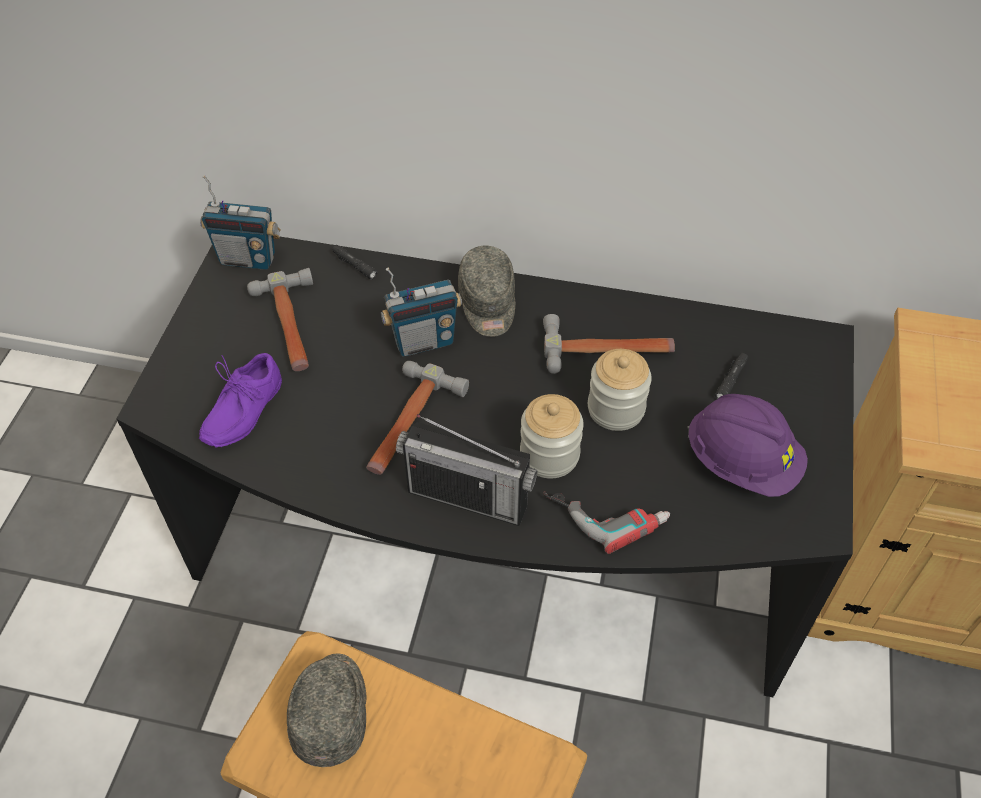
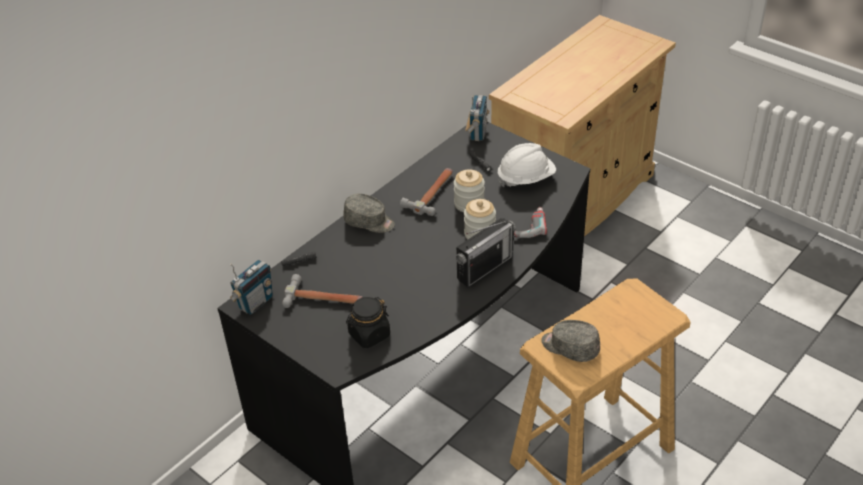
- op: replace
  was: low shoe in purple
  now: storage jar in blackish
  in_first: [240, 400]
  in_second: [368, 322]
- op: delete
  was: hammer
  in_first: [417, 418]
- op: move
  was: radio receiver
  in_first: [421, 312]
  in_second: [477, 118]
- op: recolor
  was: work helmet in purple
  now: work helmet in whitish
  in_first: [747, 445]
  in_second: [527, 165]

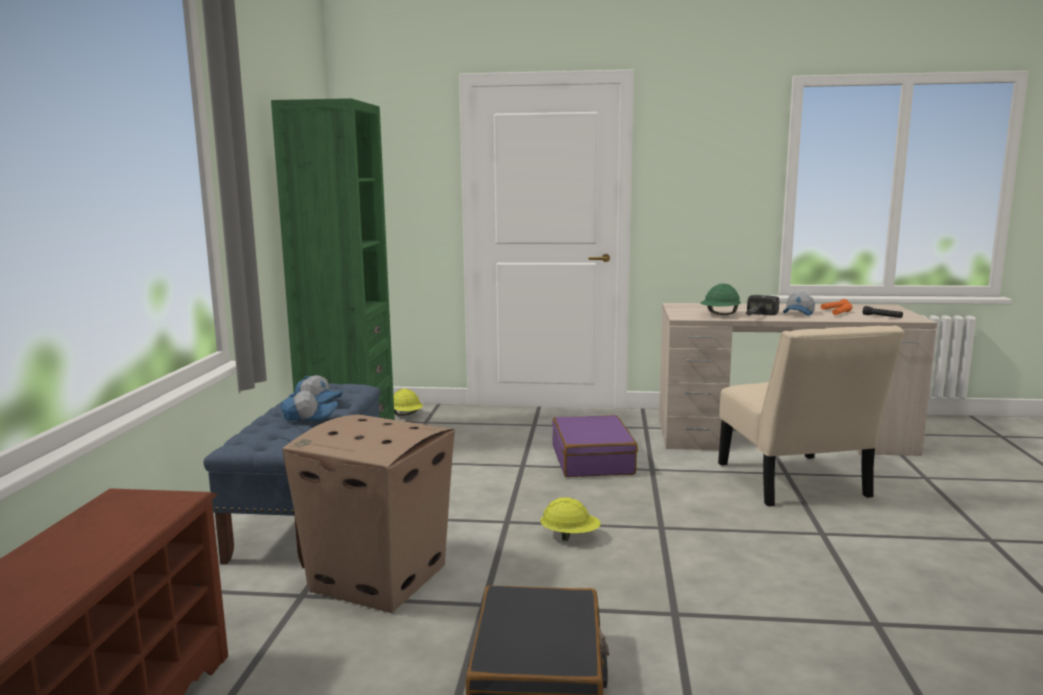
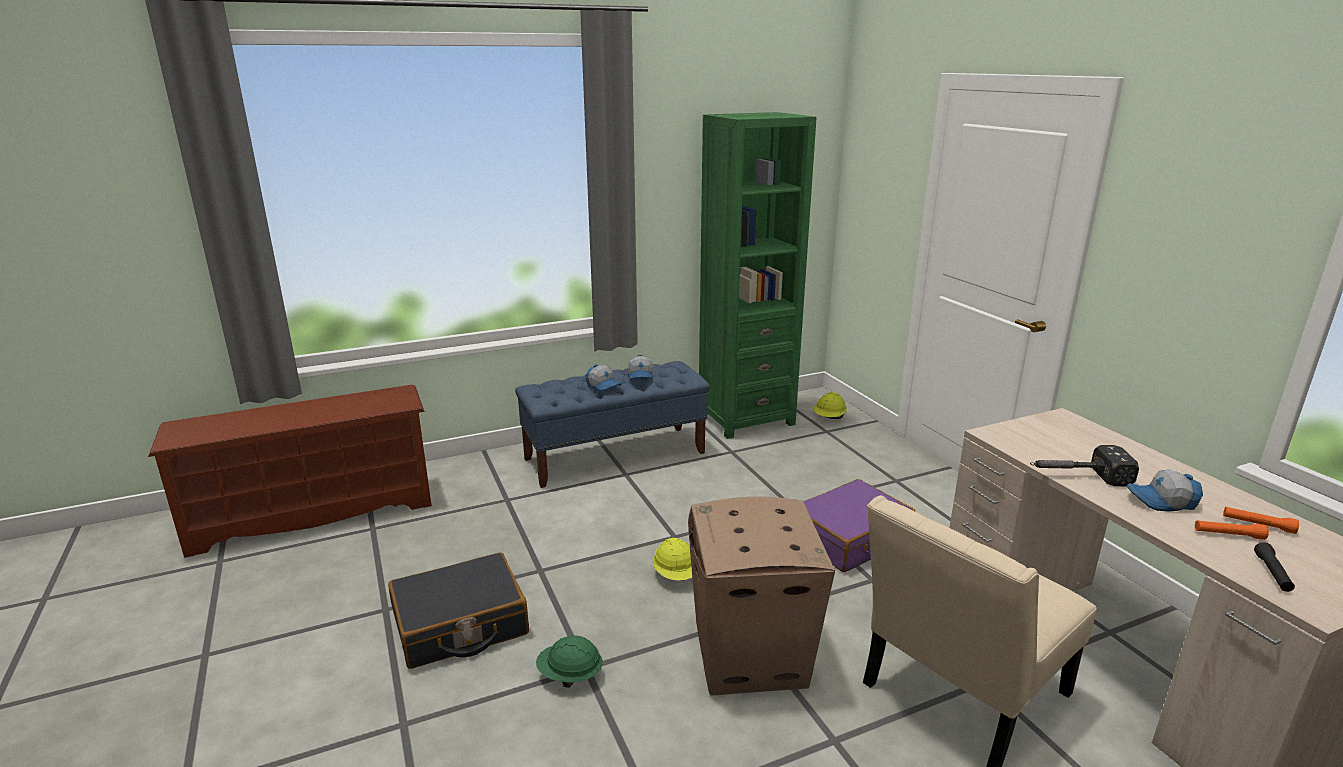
- op: move
  was: carton
  in_first: [368, 513]
  in_second: [761, 596]
- op: move
  was: work helmet in greenish
  in_first: [720, 299]
  in_second: [569, 661]

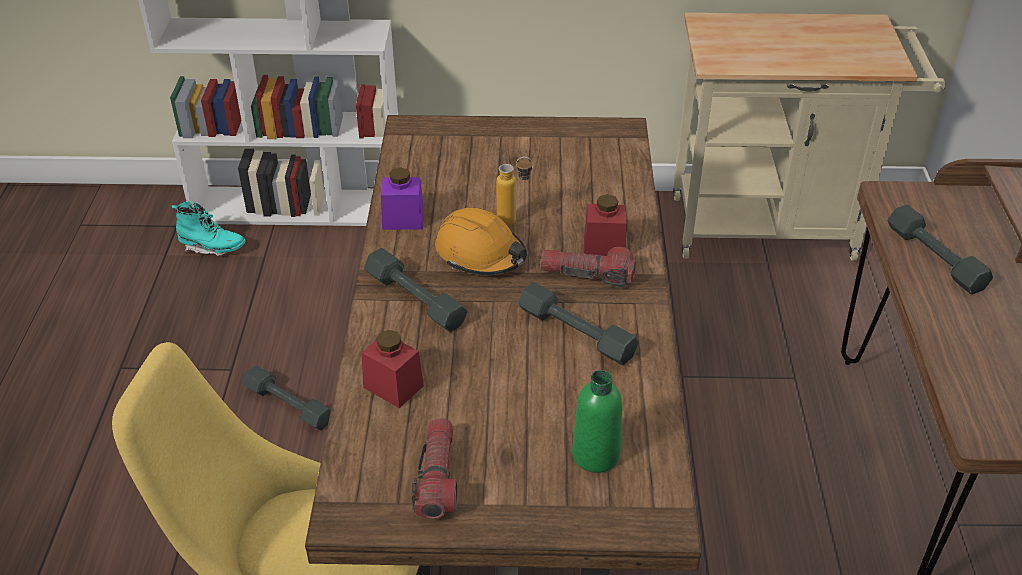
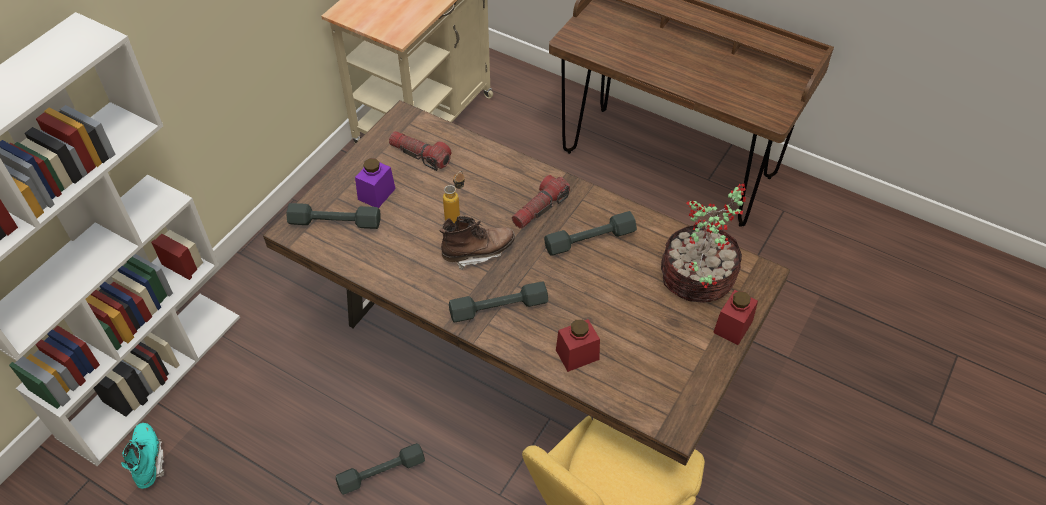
- op: rotate
  was: boot in turquoise-coloured
  in_first: [209, 228]
  in_second: [142, 456]
  clockwise: -60
- op: move
  was: storage jar in purple
  in_first: [402, 198]
  in_second: [375, 183]
- op: move
  was: hand torch
  in_first: [434, 468]
  in_second: [420, 151]
- op: replace
  was: work helmet in orangey
  now: boot in brown
  in_first: [481, 241]
  in_second: [477, 243]
- op: replace
  was: beverage bottle in greenish
  now: potted plant
  in_first: [597, 421]
  in_second: [703, 243]
- op: move
  was: storage jar in red
  in_first: [605, 225]
  in_second: [735, 317]
- op: move
  was: hand weight in grey
  in_first: [940, 250]
  in_second: [333, 216]

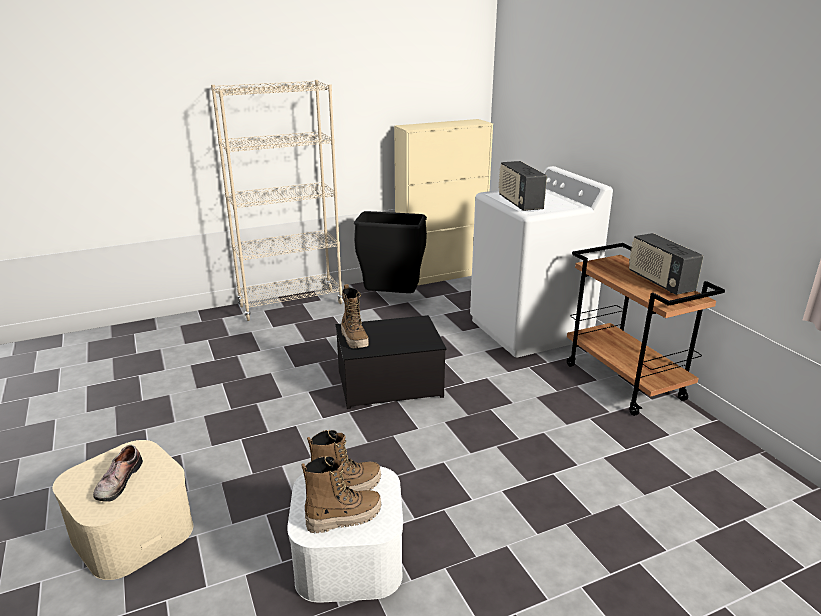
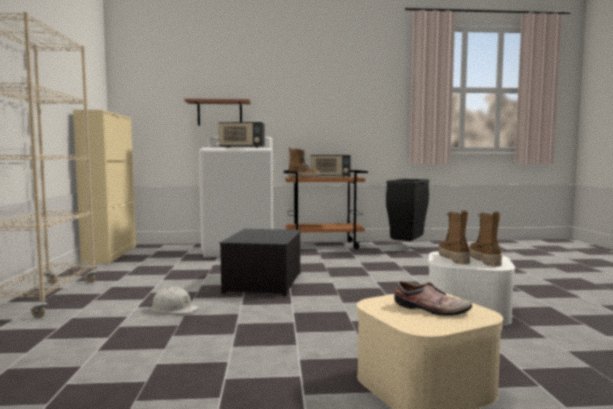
- op: move
  was: boot
  in_first: [355, 316]
  in_second: [304, 162]
- op: move
  was: trash can in blackish
  in_first: [390, 252]
  in_second: [408, 210]
- op: insert
  now: work helmet in whitish
  in_second: [174, 300]
- op: insert
  now: shelf
  in_second: [217, 111]

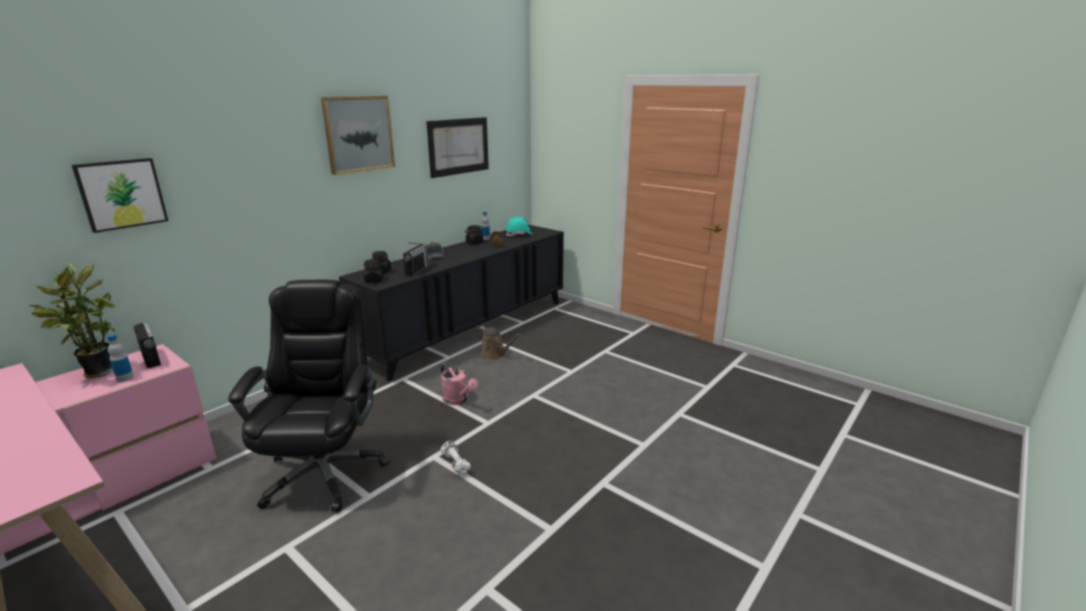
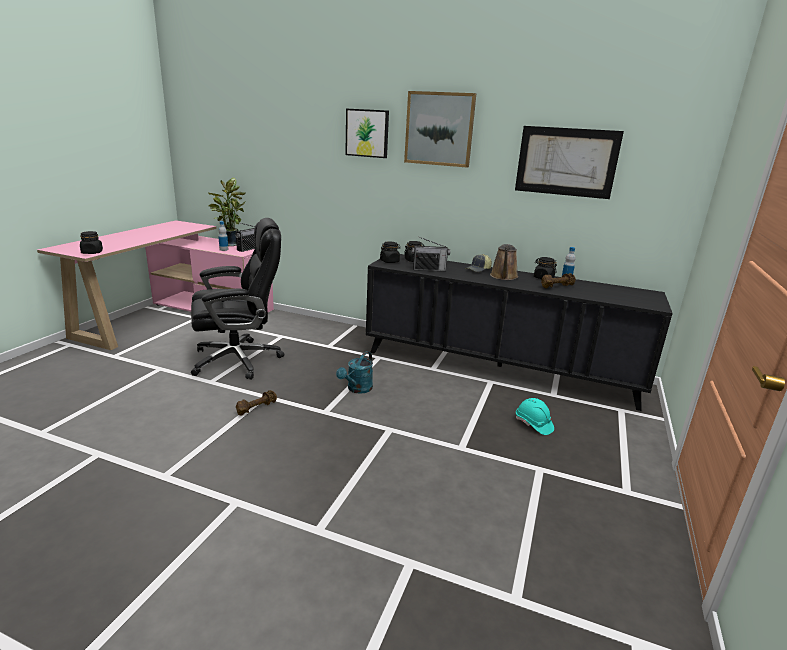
- op: move
  was: wall art
  in_first: [120, 195]
  in_second: [367, 133]
- op: recolor
  was: watering can in pink-coloured
  now: watering can in turquoise-coloured
  in_first: [459, 384]
  in_second: [354, 372]
- op: recolor
  was: hand weight in whitish
  now: hand weight in brown
  in_first: [456, 458]
  in_second: [256, 402]
- op: move
  was: watering can in brown
  in_first: [498, 343]
  in_second: [504, 262]
- op: move
  was: work helmet in turquoise-coloured
  in_first: [519, 227]
  in_second: [535, 416]
- op: insert
  now: storage jar in blackish
  in_second: [91, 242]

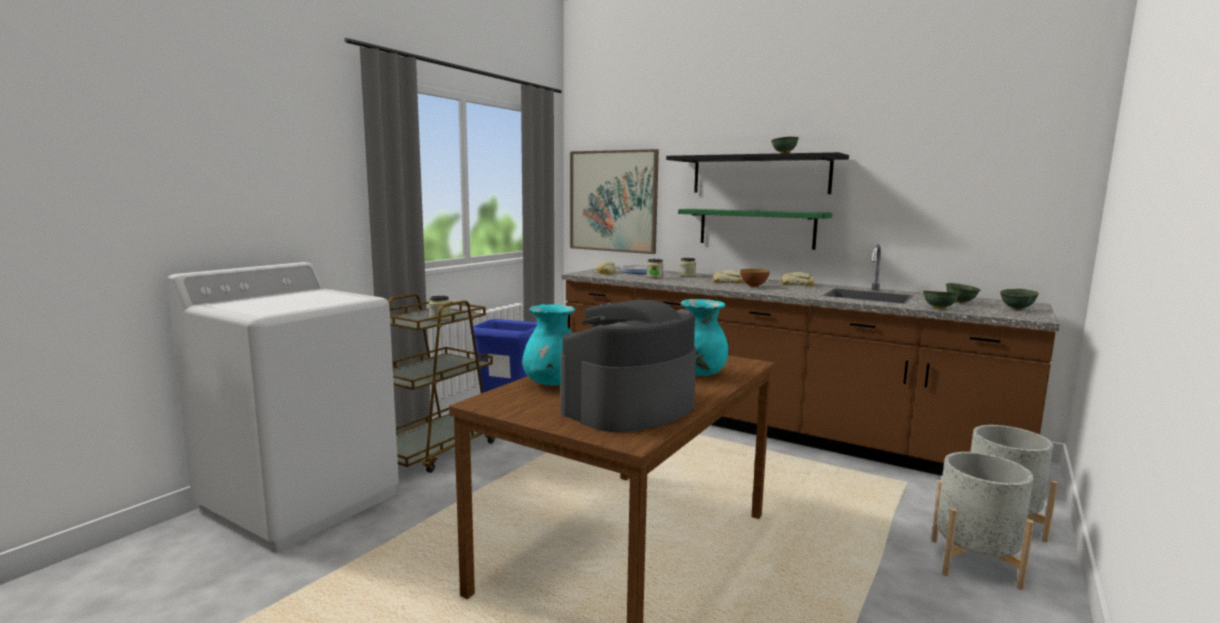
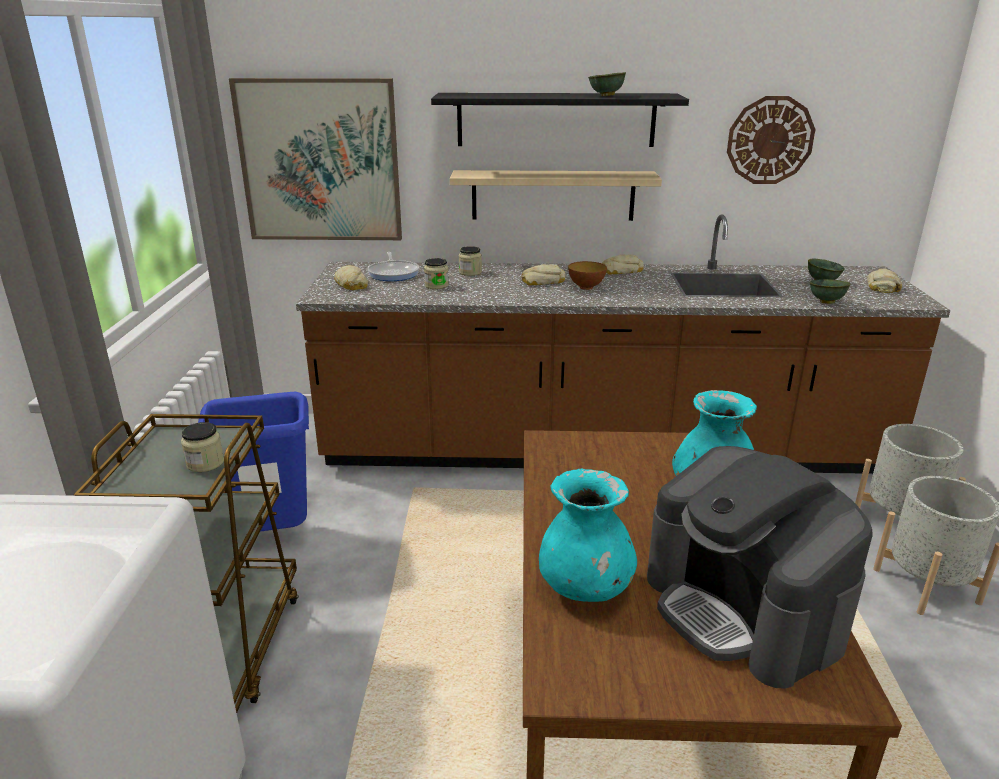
- op: rotate
  was: coffee maker
  in_first: [628, 366]
  in_second: [760, 567]
  clockwise: -45
- op: recolor
  was: shelf in greenish
  now: shelf in sand-coloured
  in_first: [755, 229]
  in_second: [556, 195]
- op: replace
  was: bowl in greenish
  now: bakery bread
  in_first: [1019, 299]
  in_second: [884, 281]
- op: insert
  now: hanging clock
  in_second: [771, 140]

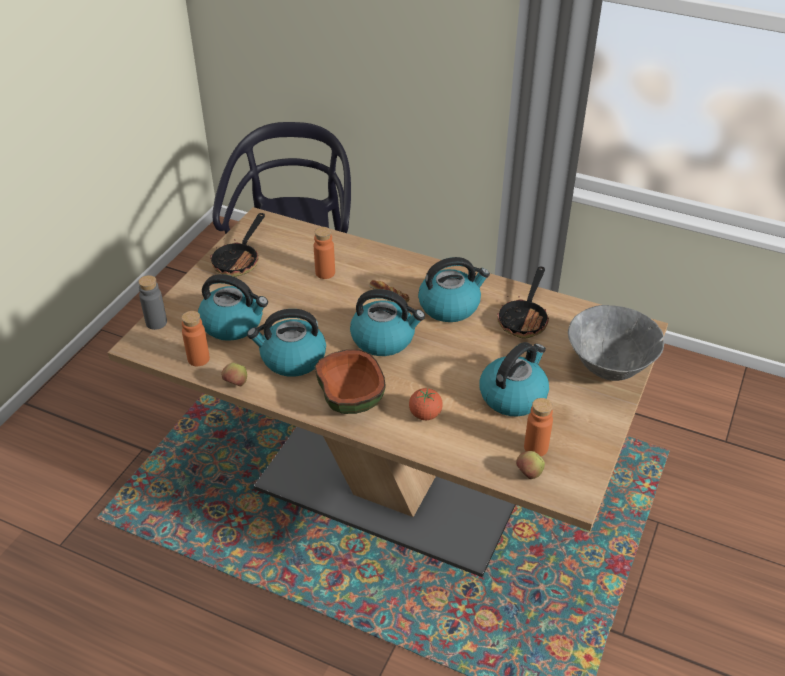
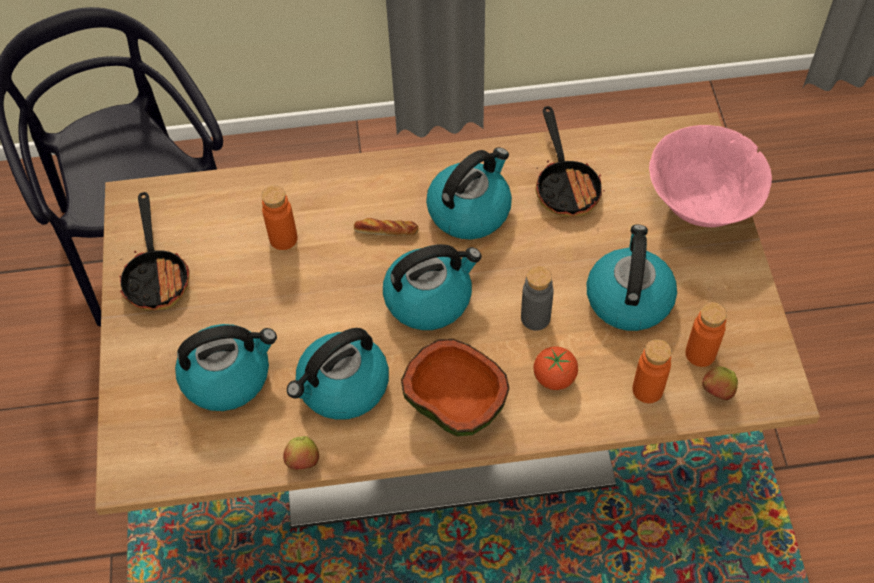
- op: move
  was: beverage bottle in grey
  in_first: [152, 302]
  in_second: [537, 298]
- op: move
  was: beverage bottle in orangey
  in_first: [195, 338]
  in_second: [652, 371]
- op: recolor
  was: bowl in grey
  now: bowl in pink-coloured
  in_first: [616, 343]
  in_second: [710, 176]

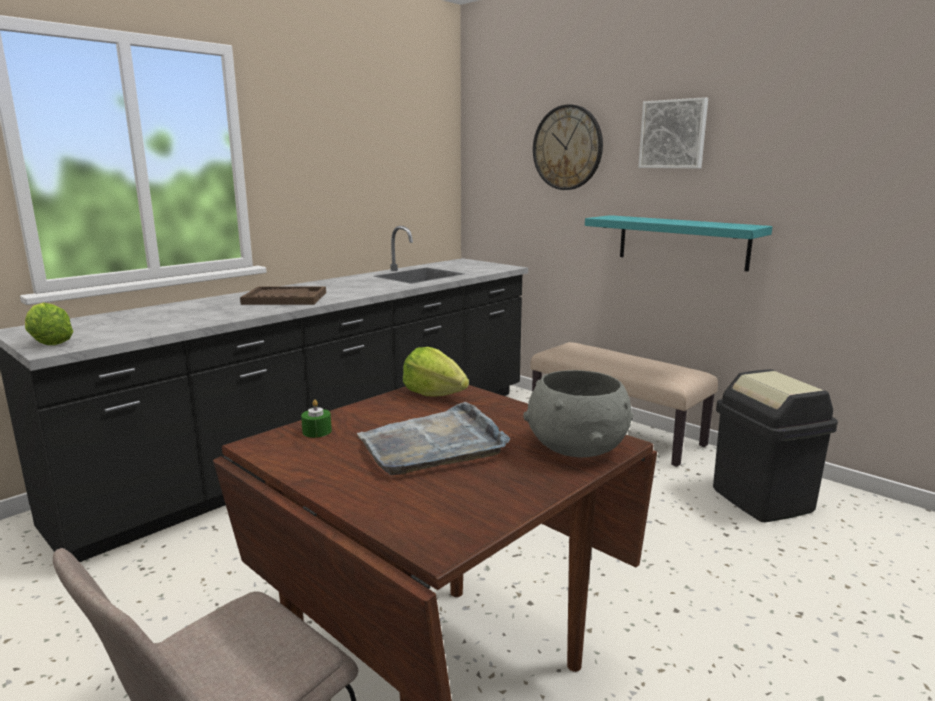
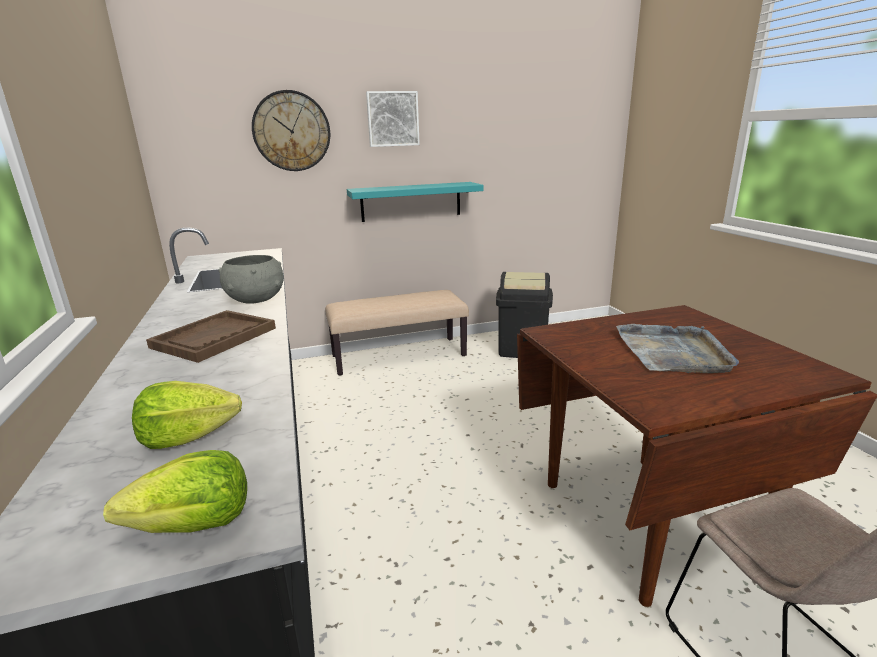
- op: delete
  was: wax candle in greenish
  in_first: [316, 419]
- op: move
  was: head of lettuce
  in_first: [436, 372]
  in_second: [187, 415]
- op: move
  was: bowl in grey
  in_first: [578, 414]
  in_second: [251, 279]

